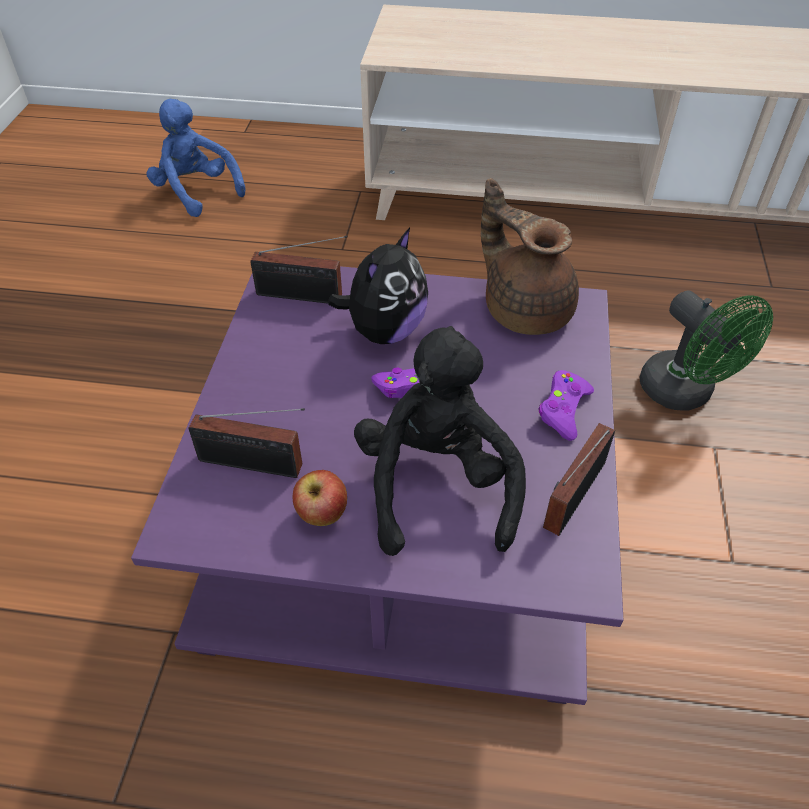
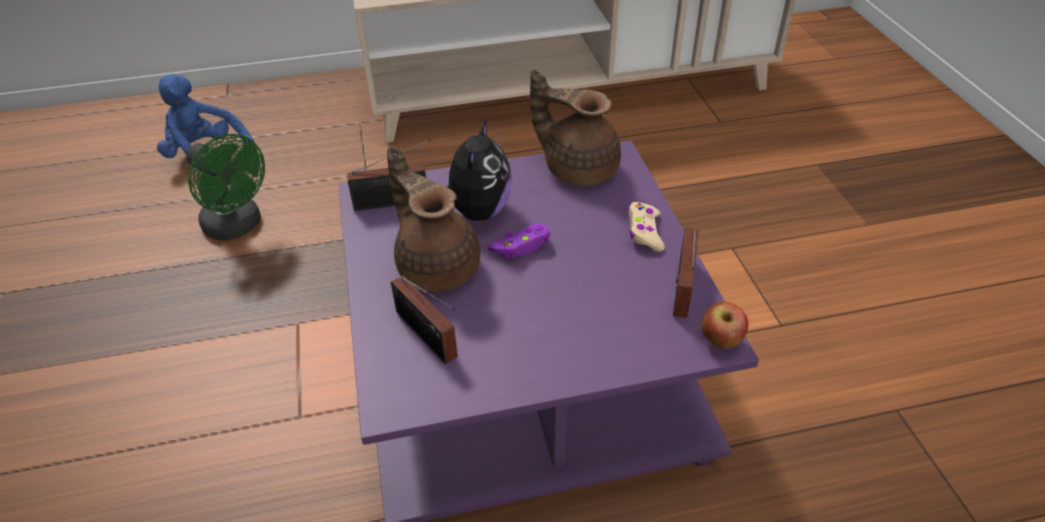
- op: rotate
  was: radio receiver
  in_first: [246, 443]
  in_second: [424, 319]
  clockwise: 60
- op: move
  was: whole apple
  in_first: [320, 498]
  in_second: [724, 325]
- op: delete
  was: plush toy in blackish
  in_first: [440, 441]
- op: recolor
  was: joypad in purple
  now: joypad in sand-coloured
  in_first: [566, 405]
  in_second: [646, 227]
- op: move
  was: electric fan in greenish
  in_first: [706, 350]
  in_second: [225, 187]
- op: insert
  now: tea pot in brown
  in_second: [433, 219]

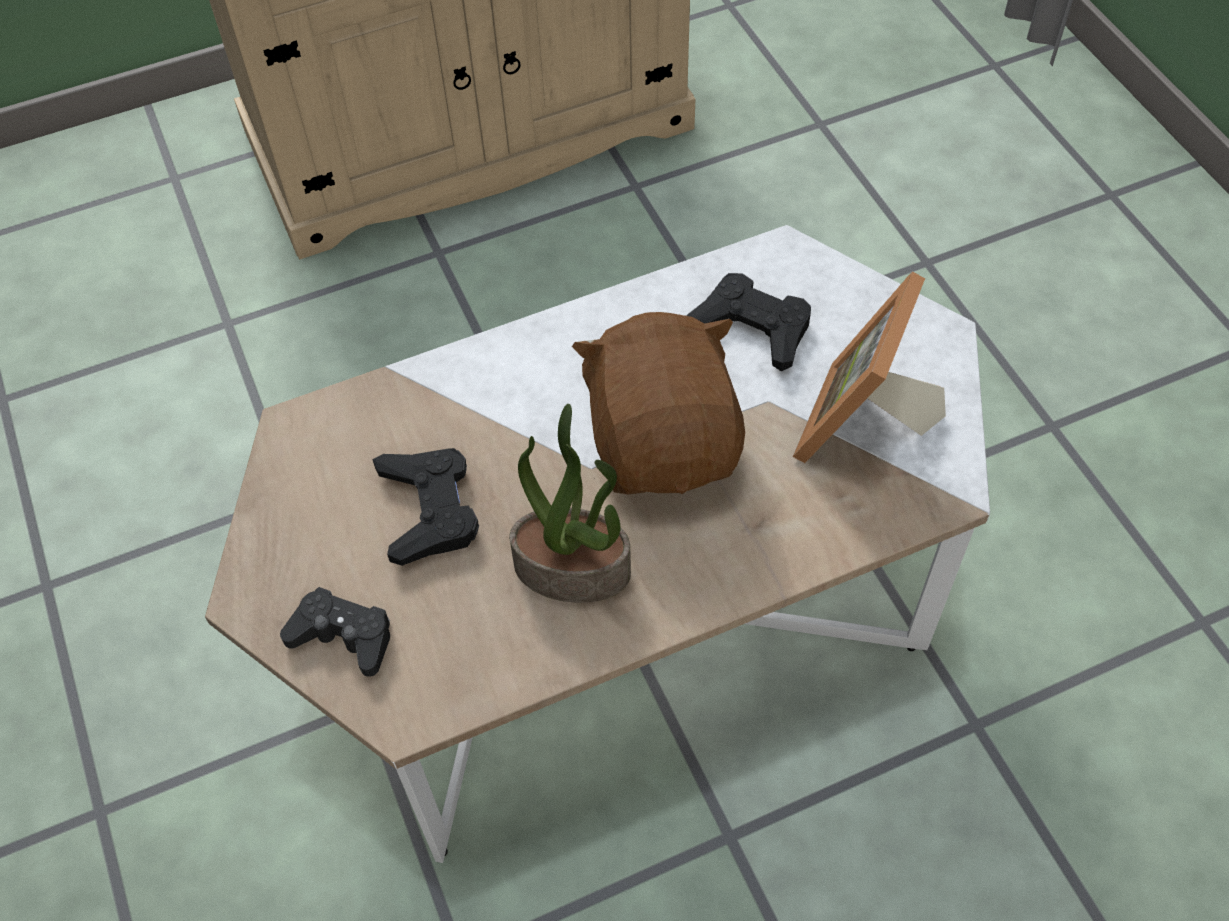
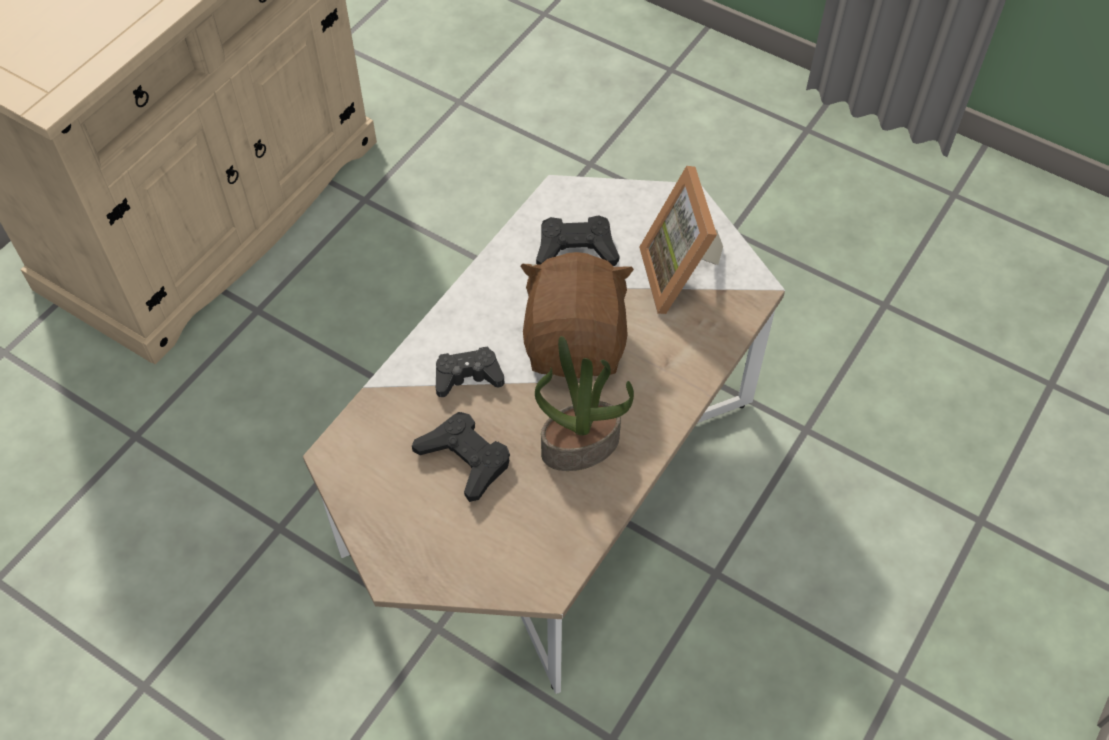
- op: move
  was: joypad in blackish
  in_first: [335, 632]
  in_second: [470, 371]
- op: rotate
  was: plush toy in brown
  in_first: [658, 403]
  in_second: [577, 315]
  clockwise: 45

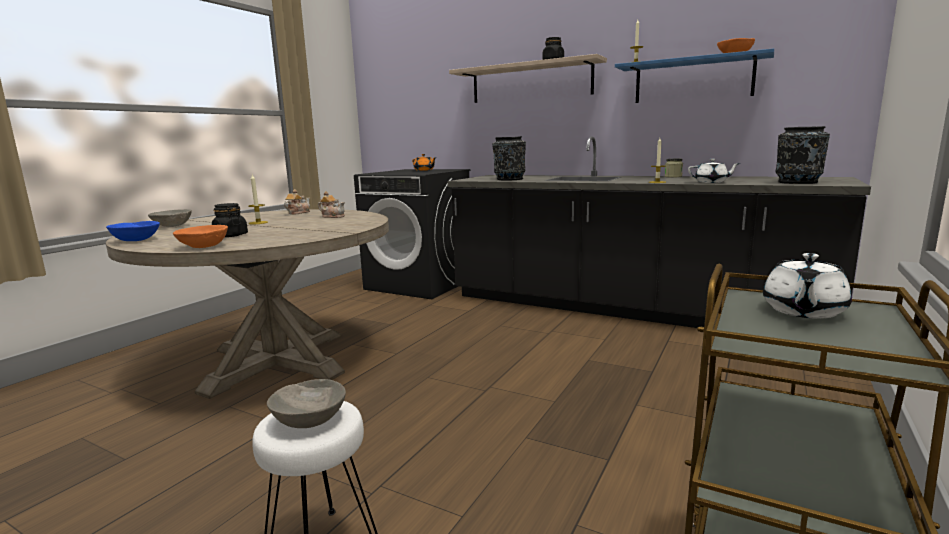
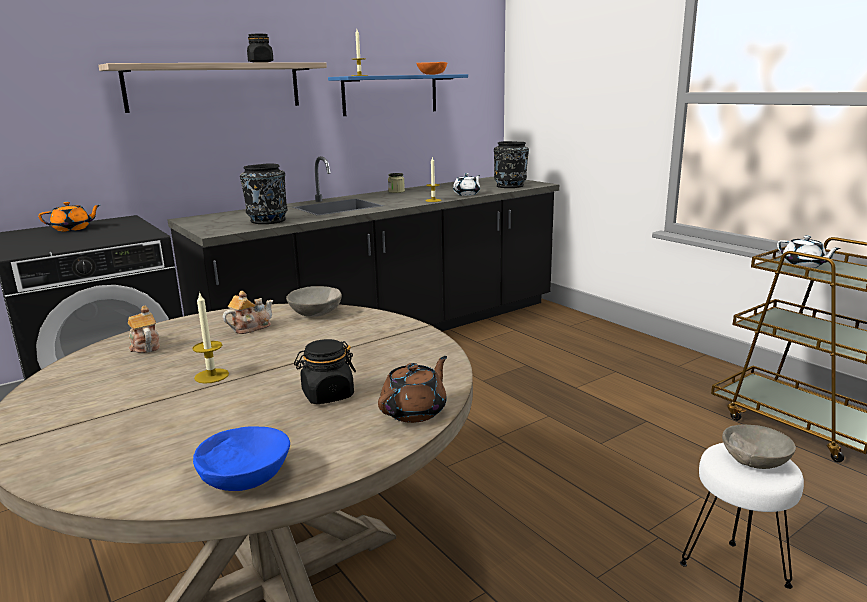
- op: move
  was: bowl in grey
  in_first: [170, 218]
  in_second: [314, 301]
- op: replace
  was: bowl in orangey
  now: tea pot in brown
  in_first: [200, 236]
  in_second: [412, 389]

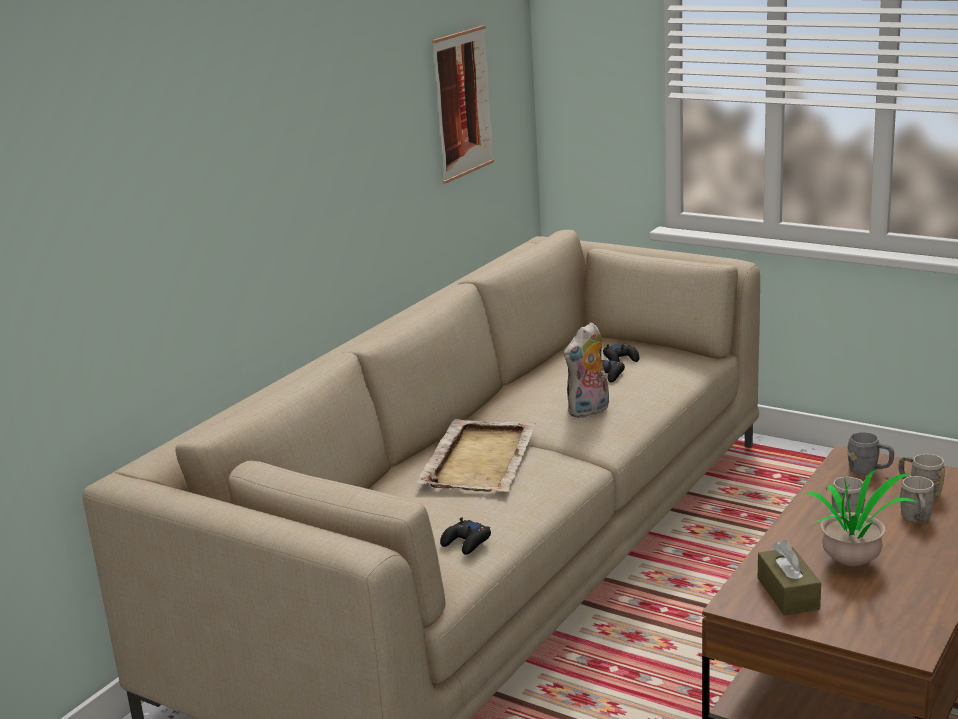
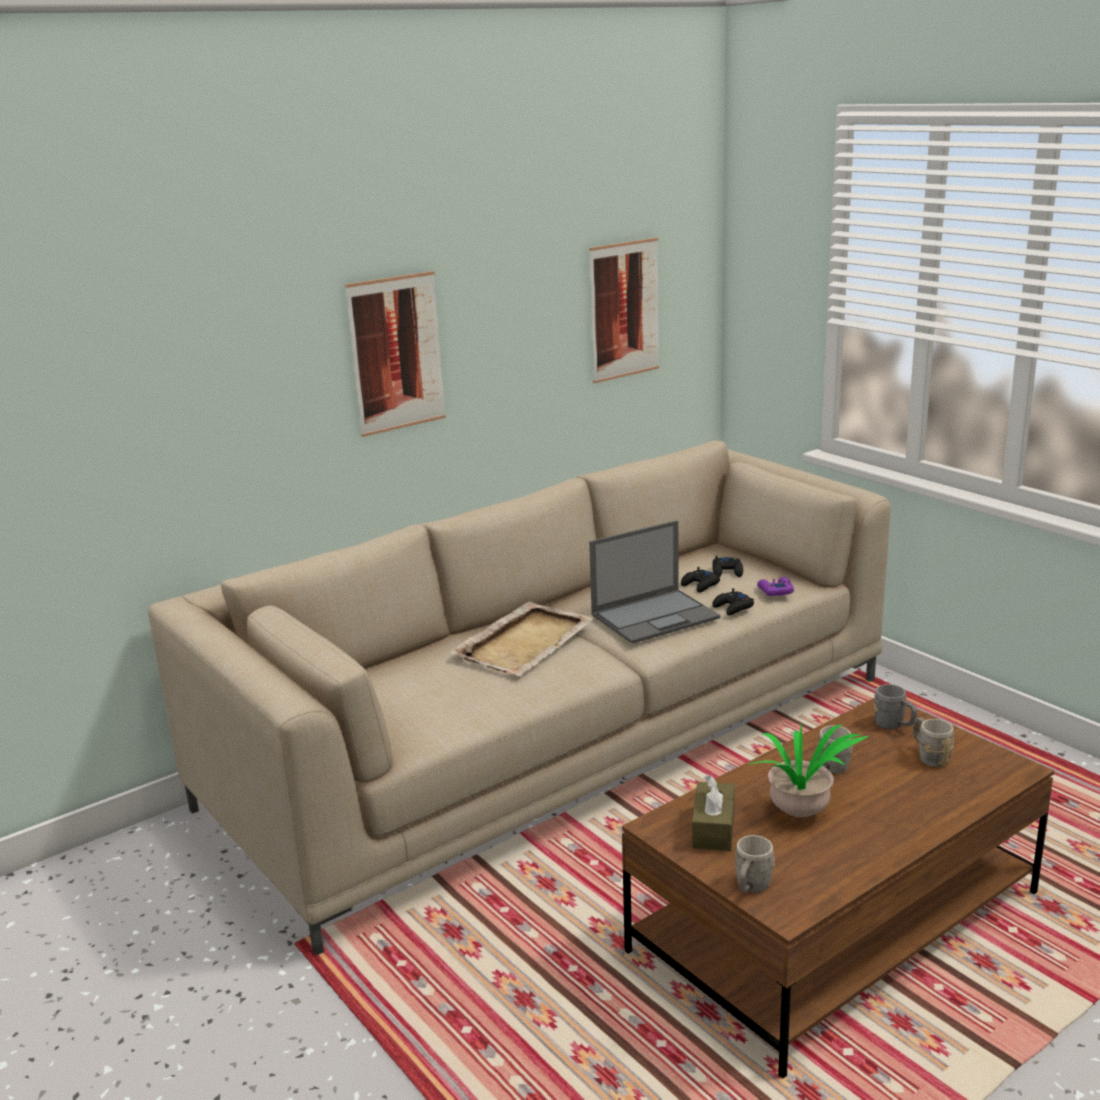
- op: move
  was: joypad in blackish
  in_first: [465, 536]
  in_second: [733, 601]
- op: replace
  was: plush toy
  now: notebook computer
  in_first: [586, 370]
  in_second: [654, 582]
- op: move
  was: coffee mug in grey
  in_first: [916, 499]
  in_second: [755, 864]
- op: insert
  now: wall art
  in_second: [395, 354]
- op: insert
  now: joypad in purple
  in_second: [775, 586]

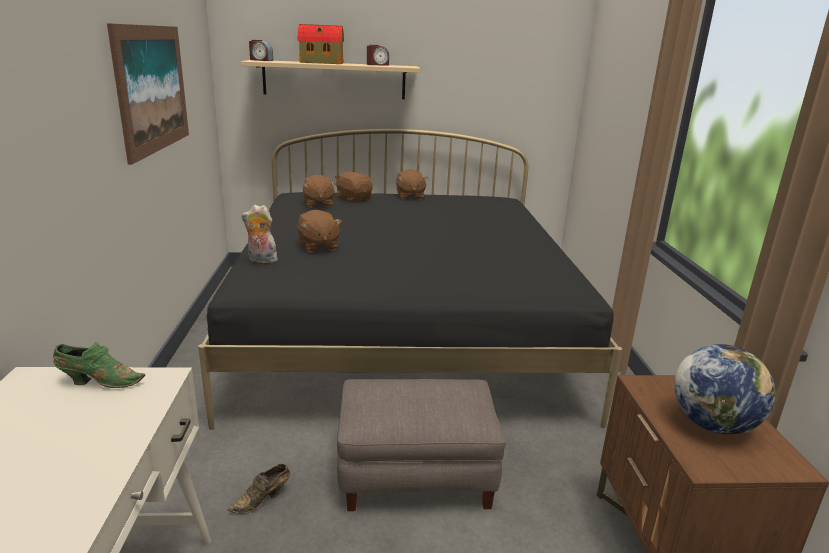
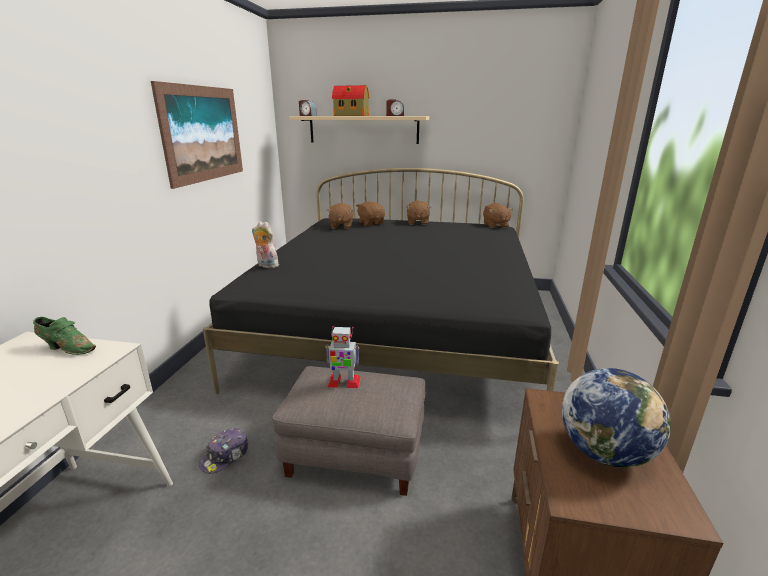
- op: replace
  was: low shoe in brown
  now: cap
  in_first: [258, 489]
  in_second: [223, 451]
- op: move
  was: plush toy in brown
  in_first: [319, 231]
  in_second: [498, 215]
- op: insert
  now: model robot
  in_second: [343, 357]

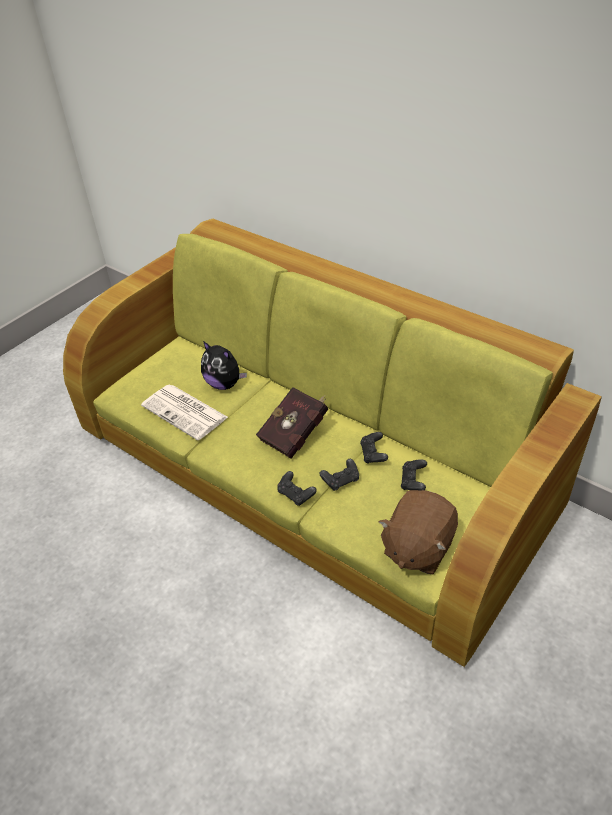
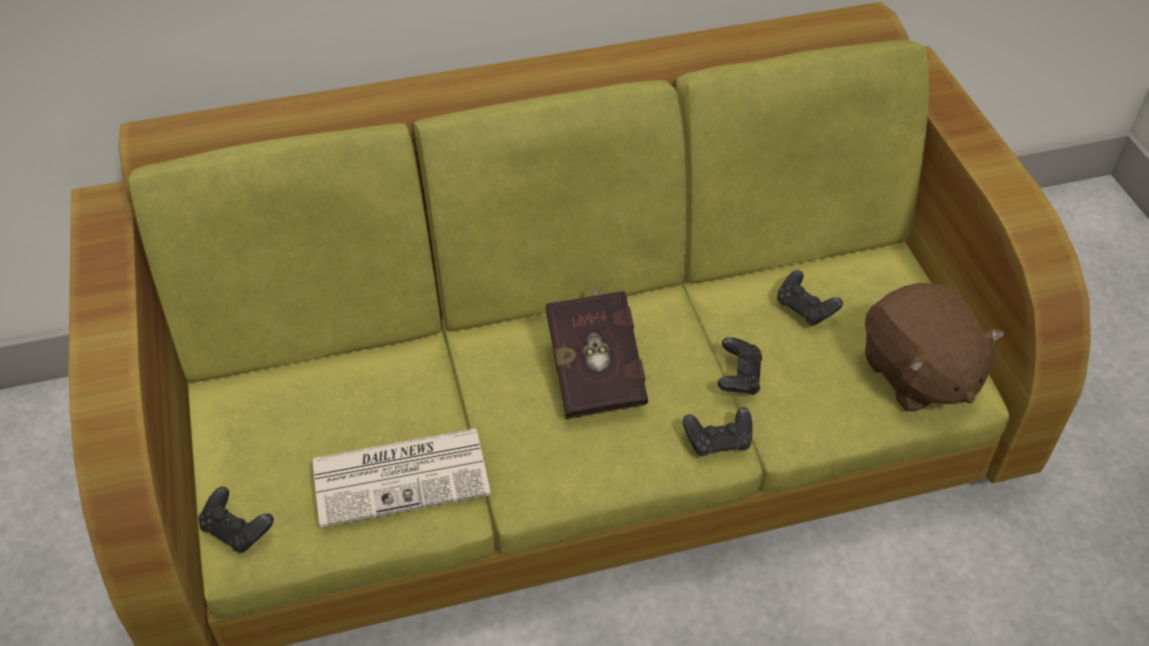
- op: delete
  was: plush toy
  in_first: [224, 365]
- op: move
  was: joypad in blackish
  in_first: [374, 448]
  in_second: [236, 519]

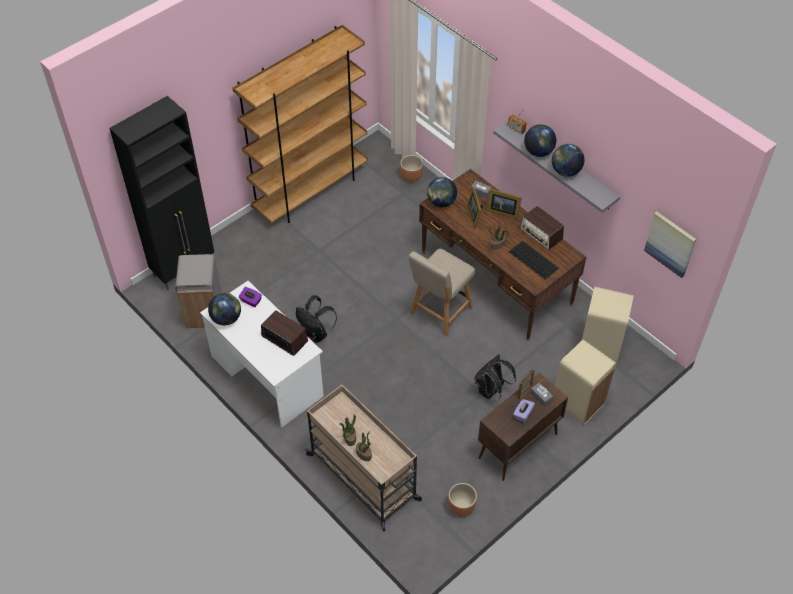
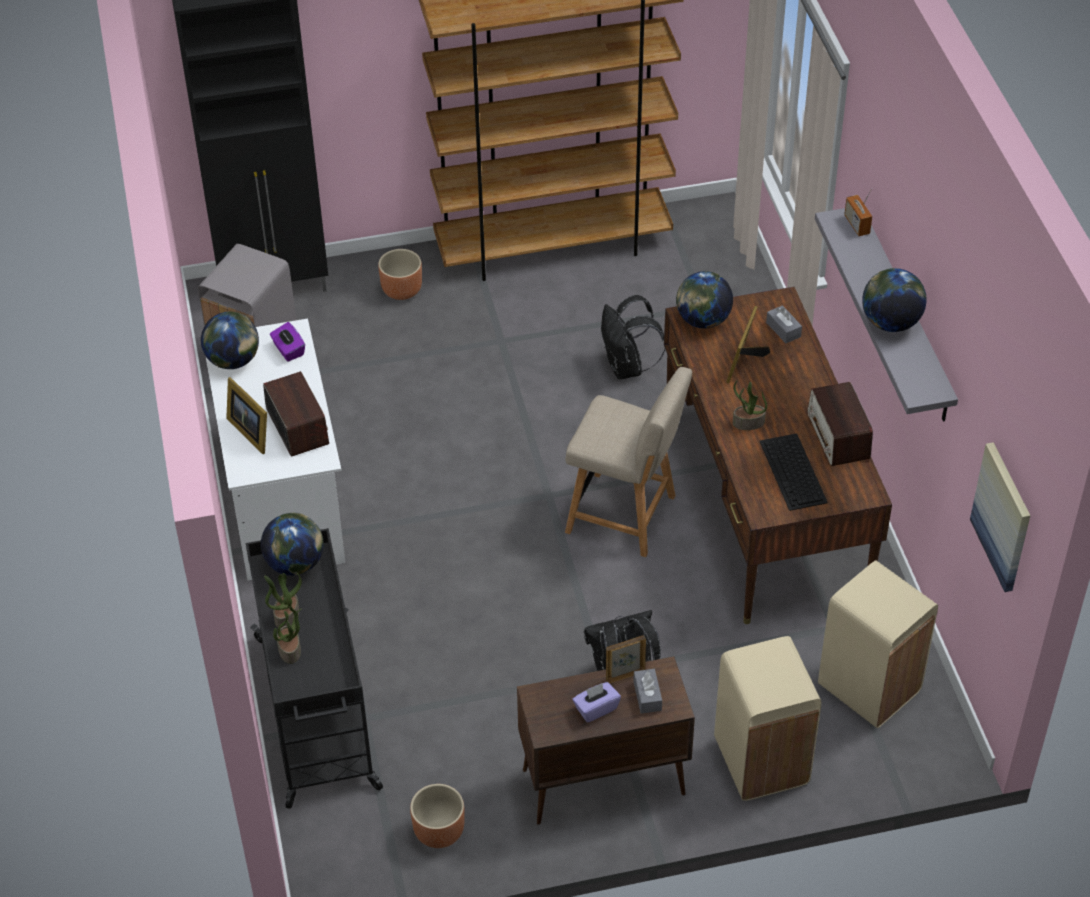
- op: move
  was: knapsack in blackish
  in_first: [316, 319]
  in_second: [633, 337]
- op: recolor
  was: cart in sand-coloured
  now: cart in blackish
  in_first: [363, 458]
  in_second: [314, 668]
- op: move
  was: flower pot in brown
  in_first: [411, 168]
  in_second: [400, 274]
- op: rotate
  was: plain chair in sand-coloured
  in_first: [442, 293]
  in_second: [628, 462]
  clockwise: -135
- op: move
  was: standing frame
  in_first: [504, 204]
  in_second: [246, 415]
- op: move
  was: desk globe
  in_first: [540, 140]
  in_second: [292, 544]

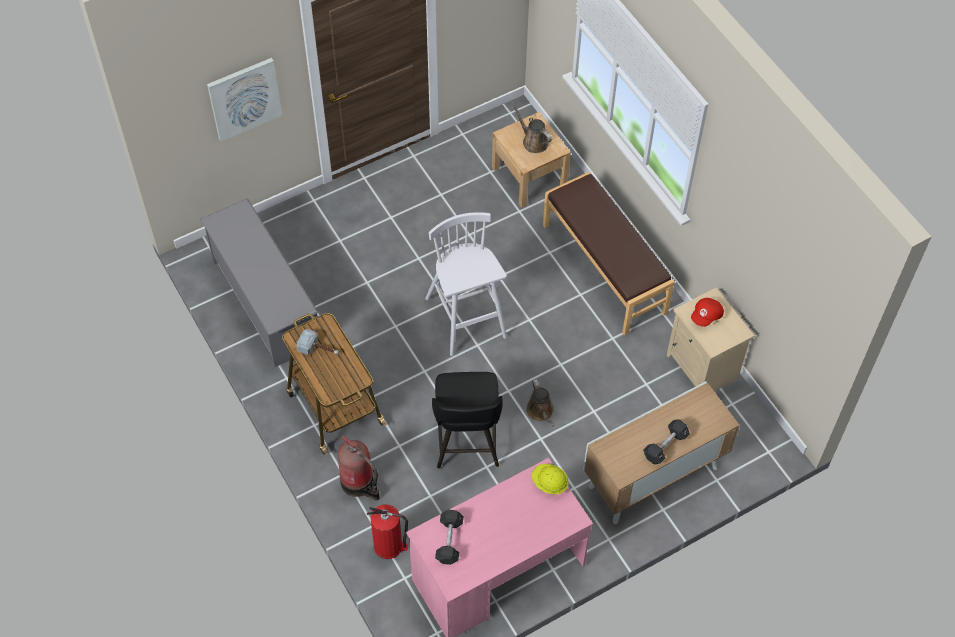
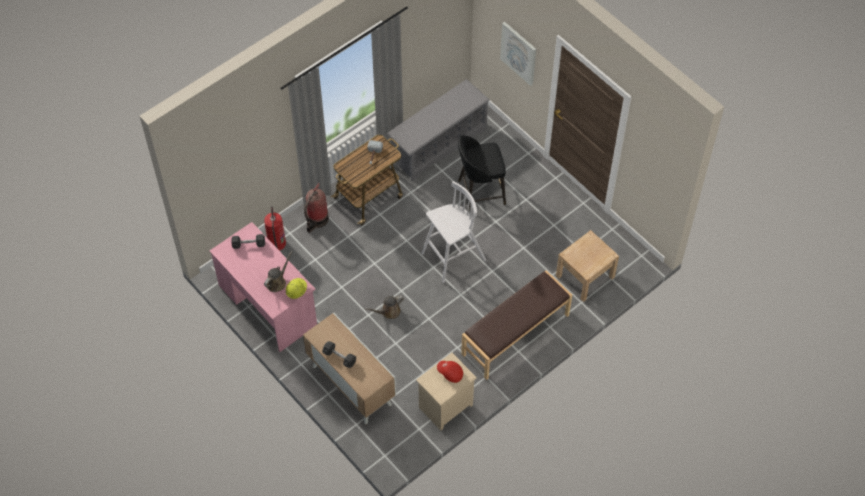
- op: move
  was: sitting stool in blackish
  in_first: [467, 420]
  in_second: [482, 172]
- op: move
  was: watering can in brown
  in_first: [531, 127]
  in_second: [278, 271]

